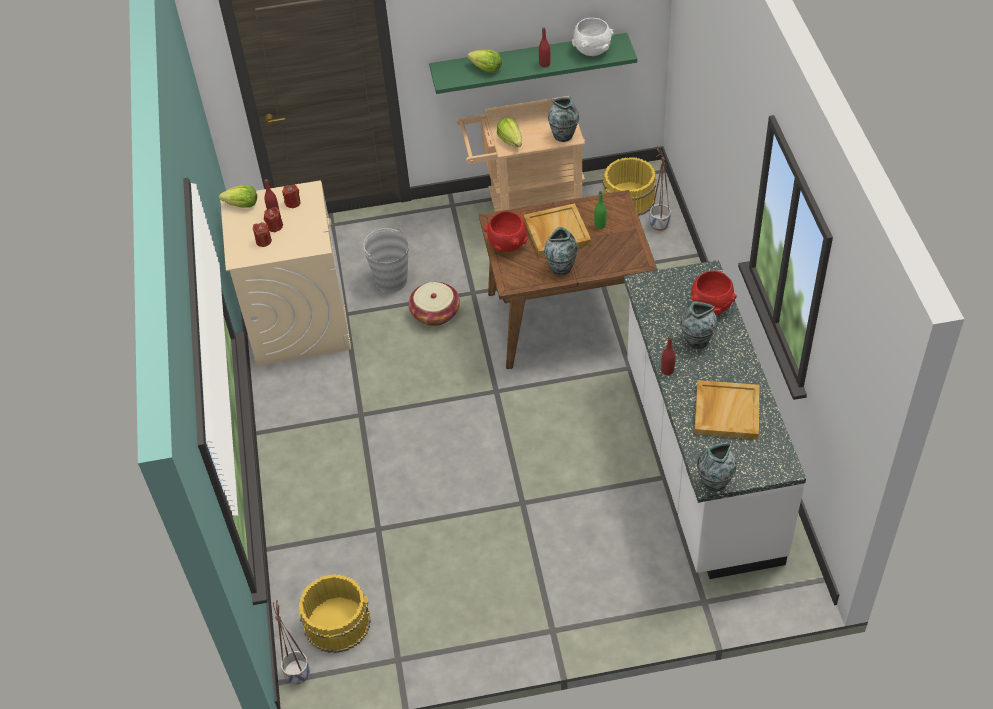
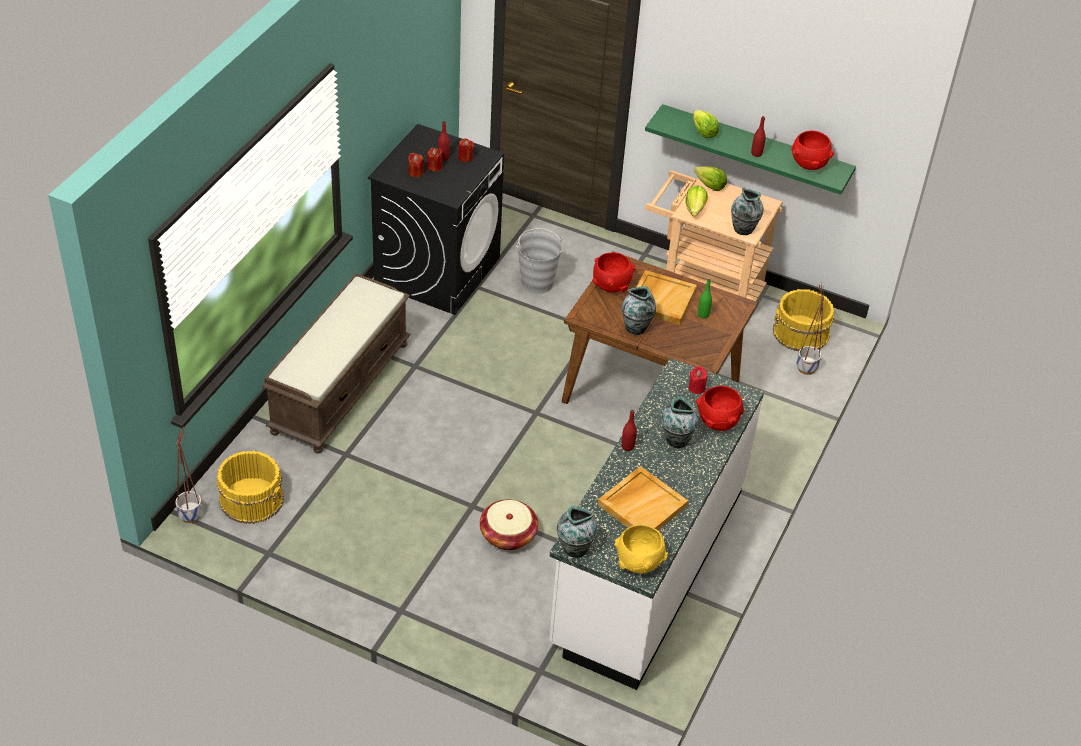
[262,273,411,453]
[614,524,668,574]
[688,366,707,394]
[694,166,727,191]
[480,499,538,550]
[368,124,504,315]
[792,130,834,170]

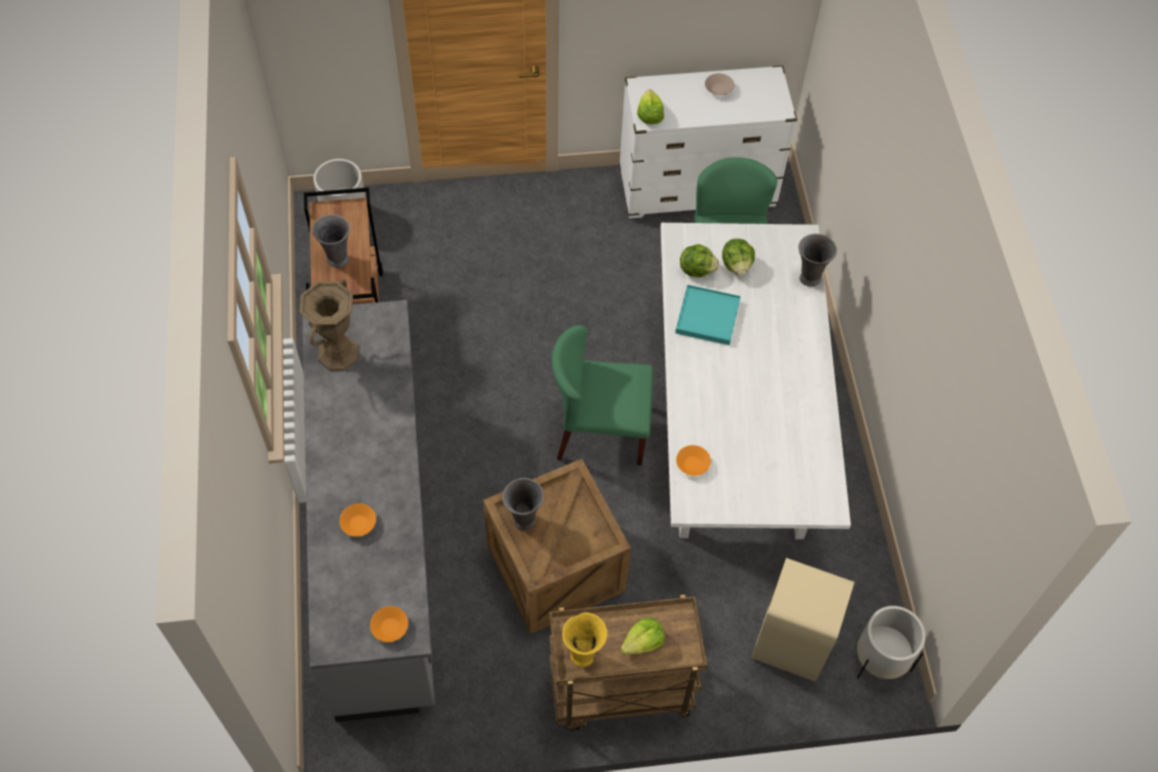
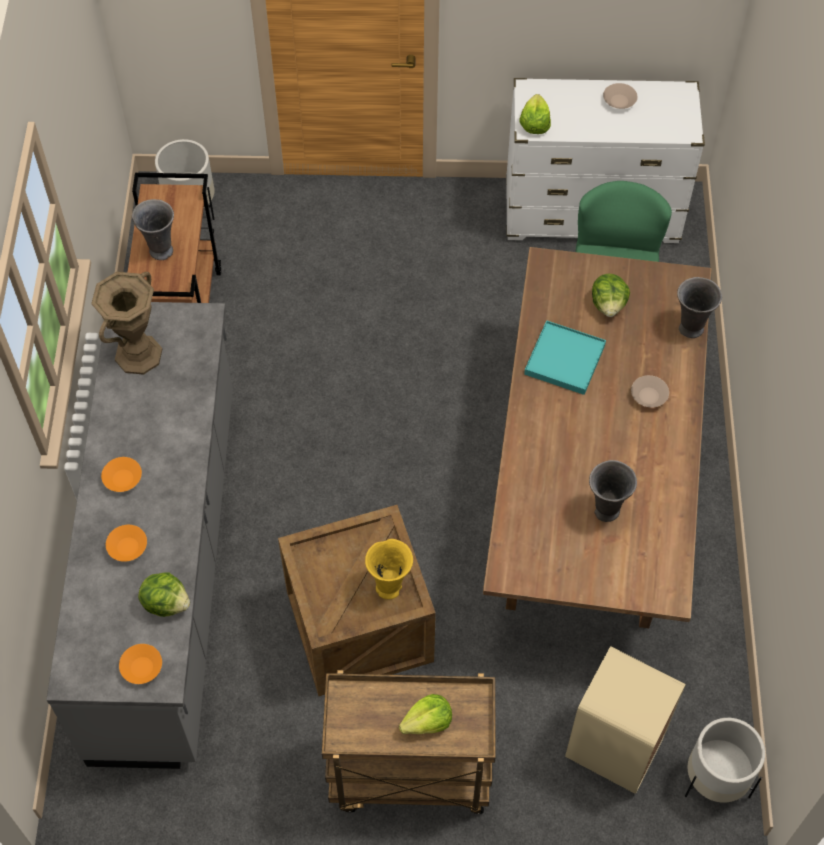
[552,325,653,465] (first image)
[631,375,669,408]
[589,460,637,522]
[365,539,413,600]
[101,457,142,492]
[138,573,190,617]
[483,247,711,628]

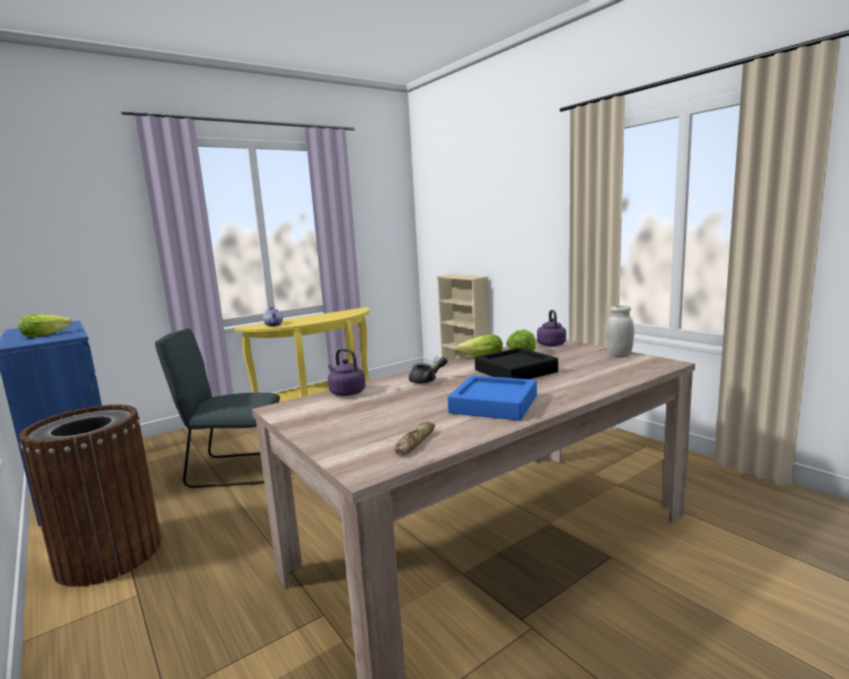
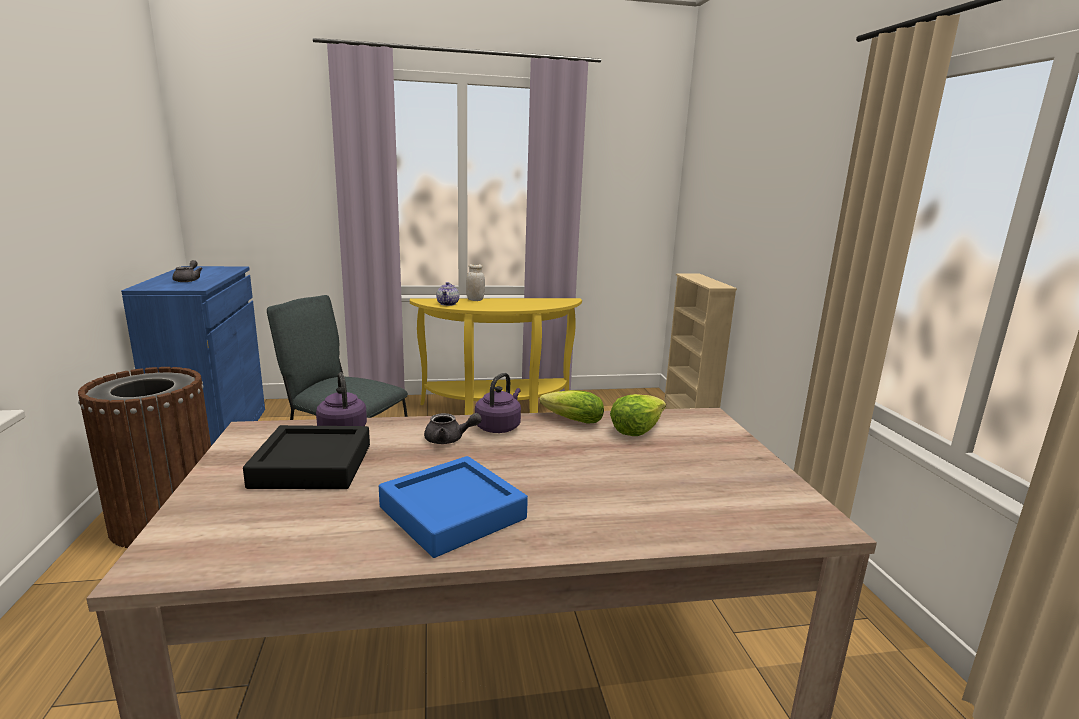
[394,422,435,455] (first image)
[243,425,370,489]
[475,373,521,433]
[466,264,485,301]
[172,260,203,282]

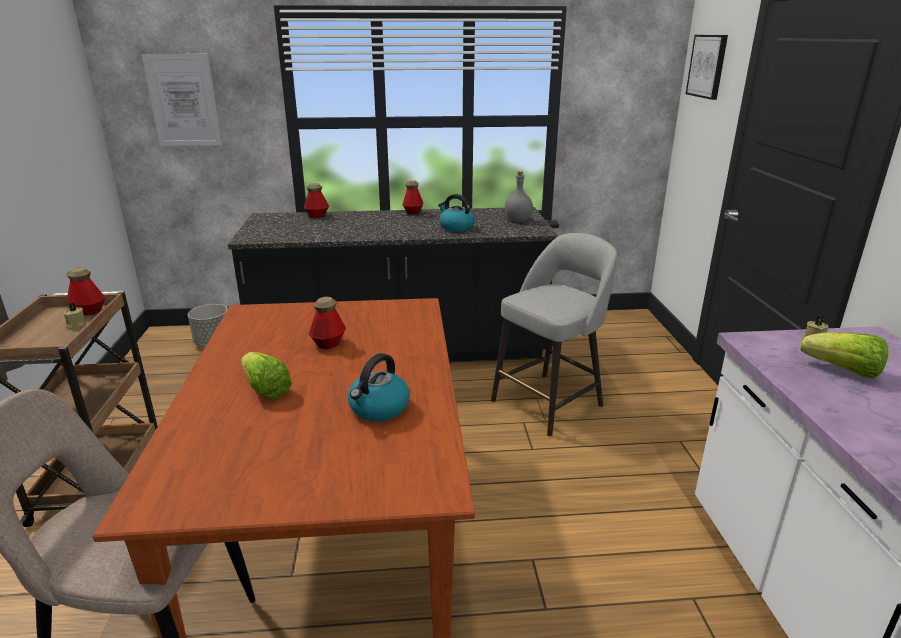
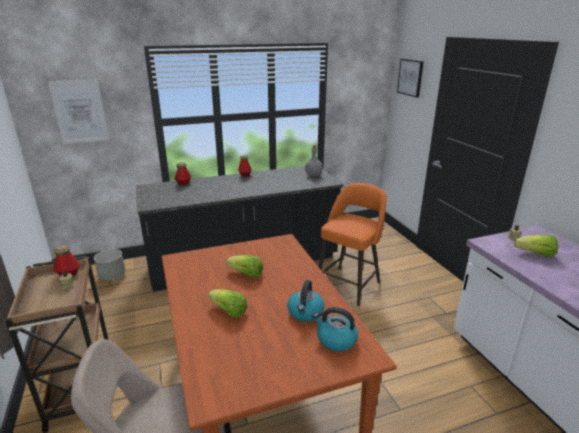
[313,307,358,351]
[226,255,263,278]
[319,183,387,306]

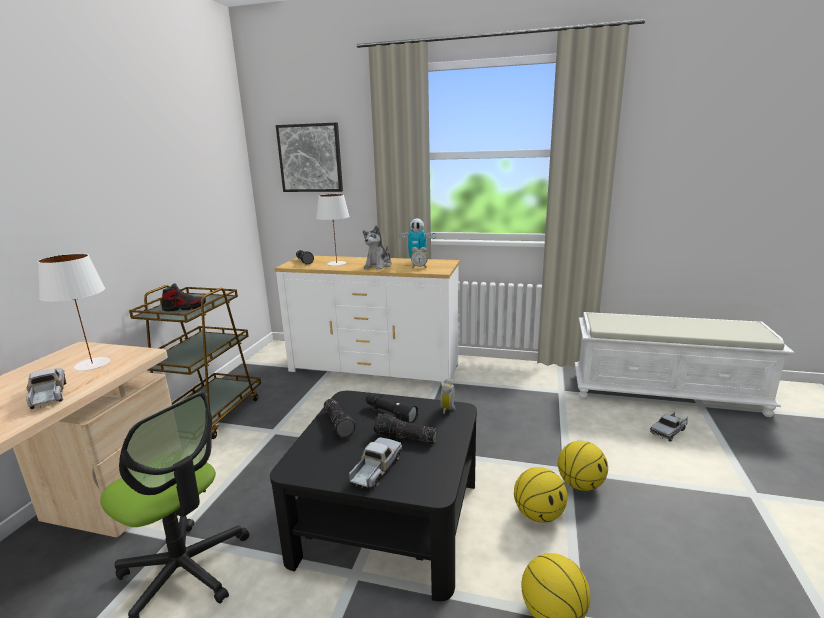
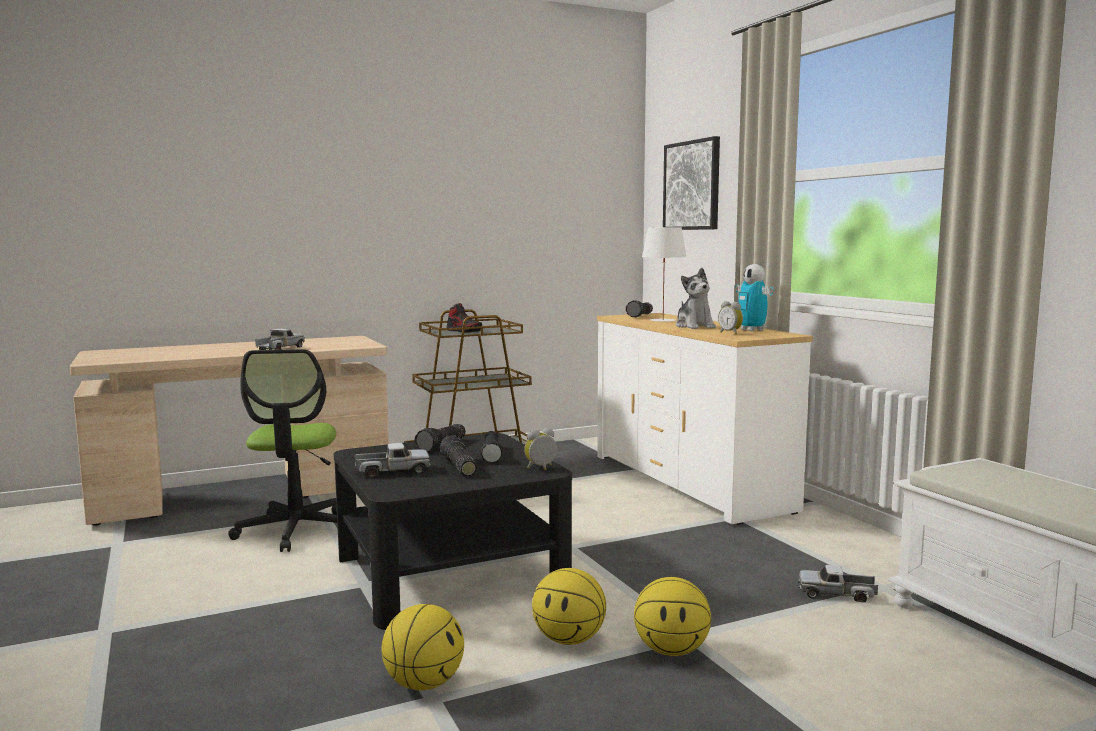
[38,253,110,371] (first image)
[798,565,878,602]
[676,268,716,329]

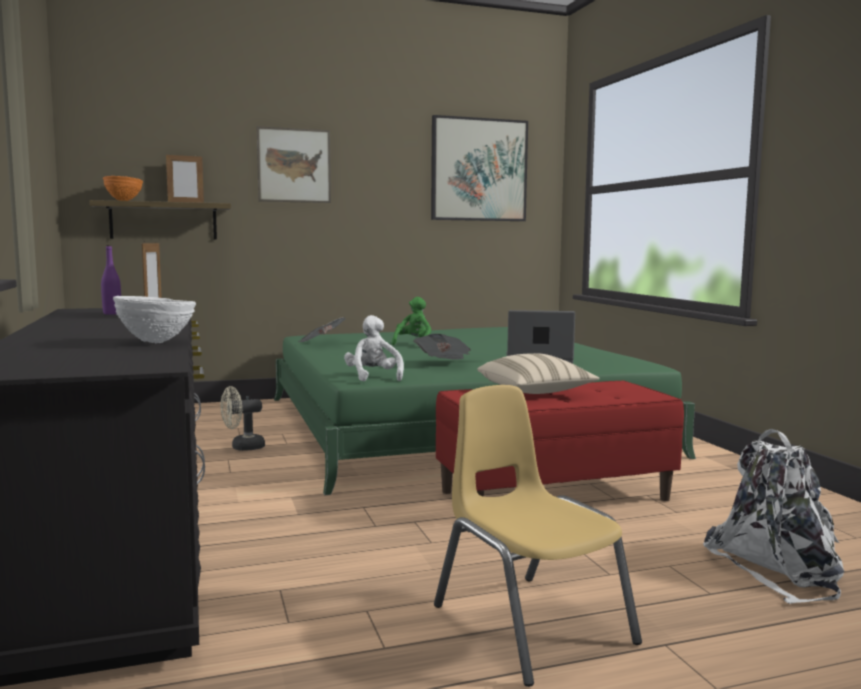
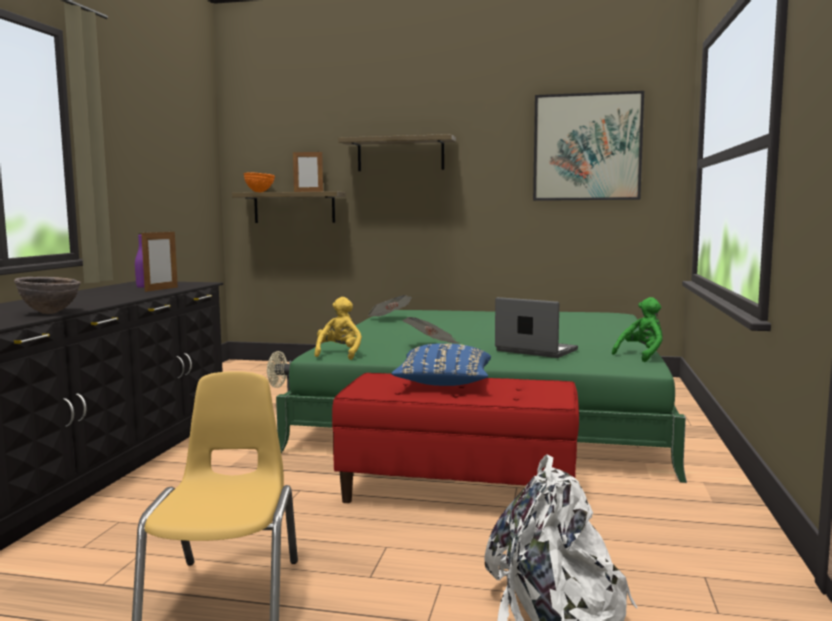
[612,297,663,362]
[338,134,456,171]
[14,277,81,314]
[314,297,362,360]
[392,343,491,386]

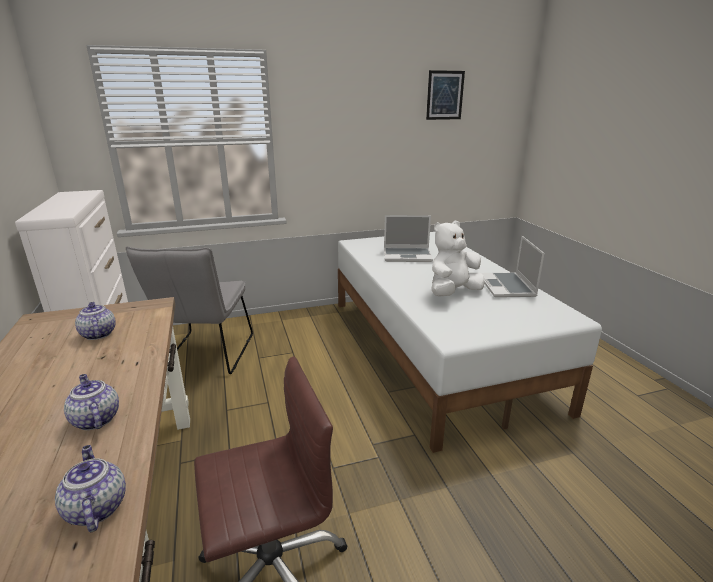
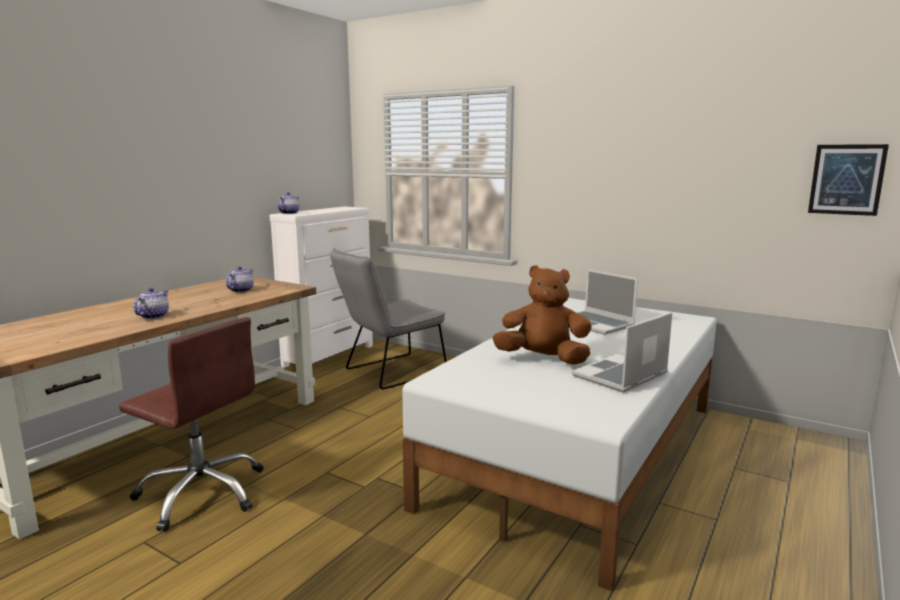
[277,192,300,214]
[808,144,889,216]
[492,265,592,365]

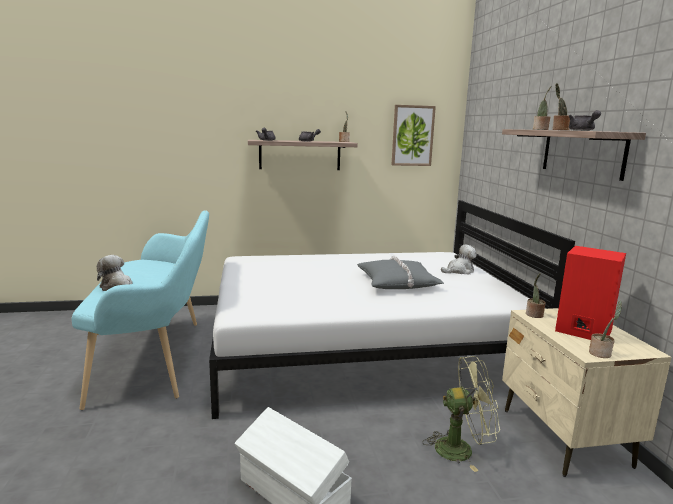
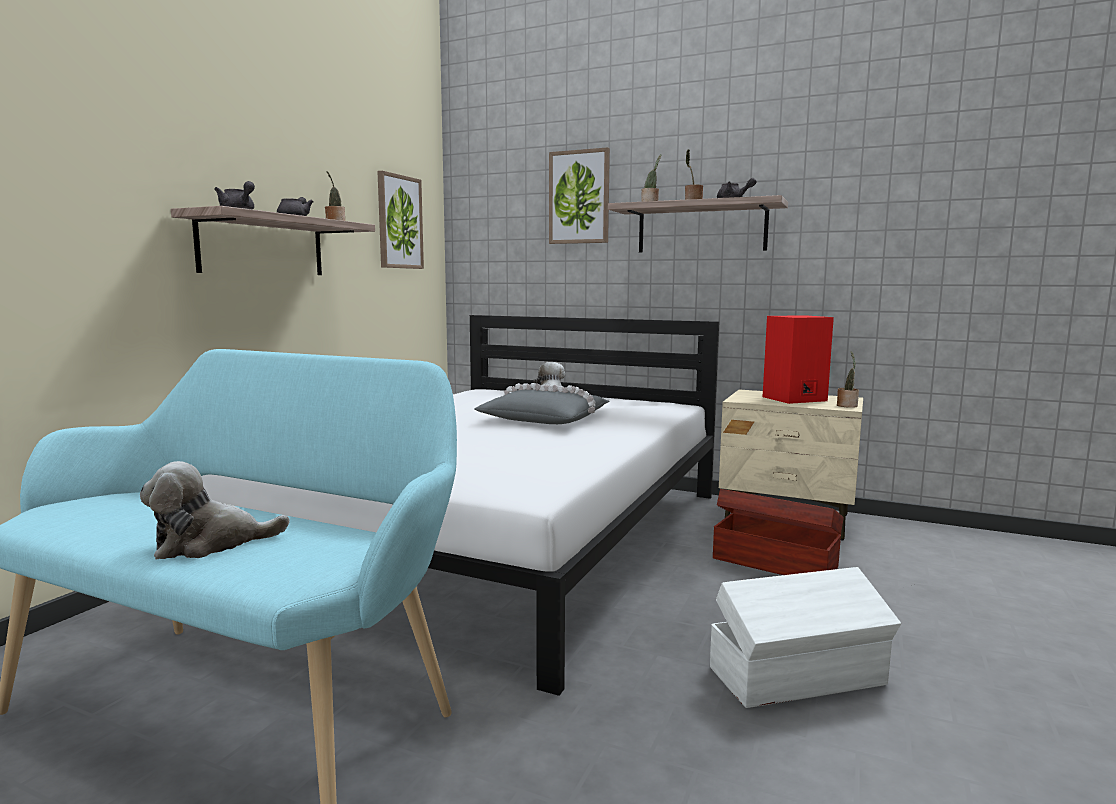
[526,273,546,318] (first image)
[549,147,610,244]
[713,489,844,575]

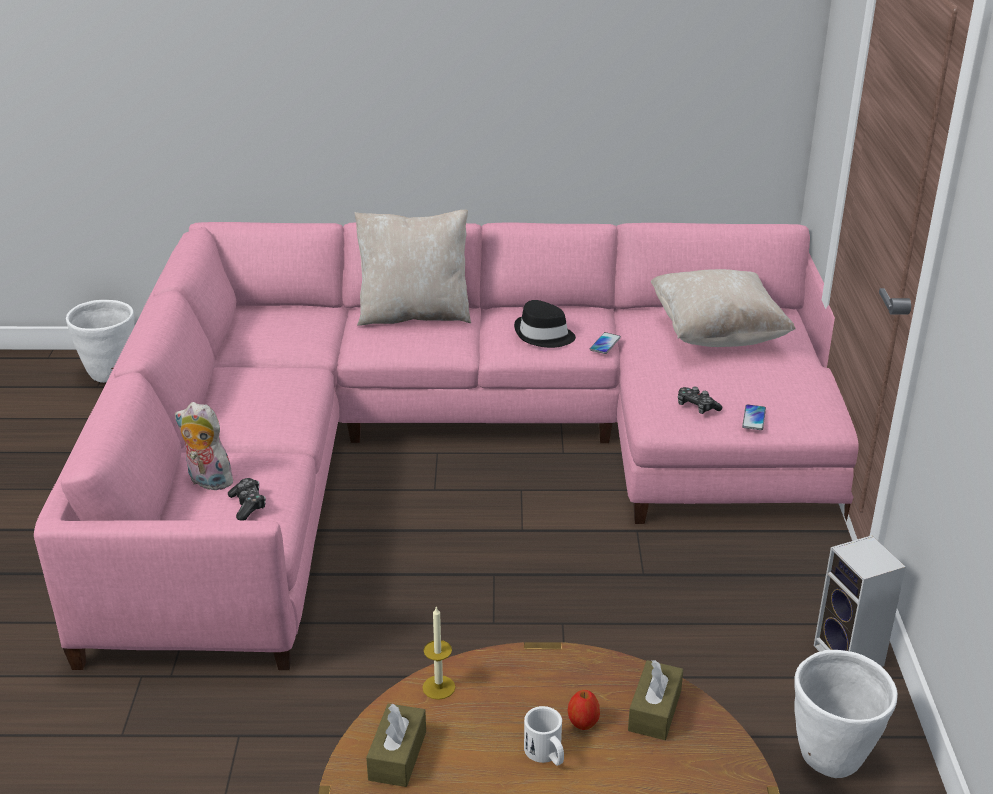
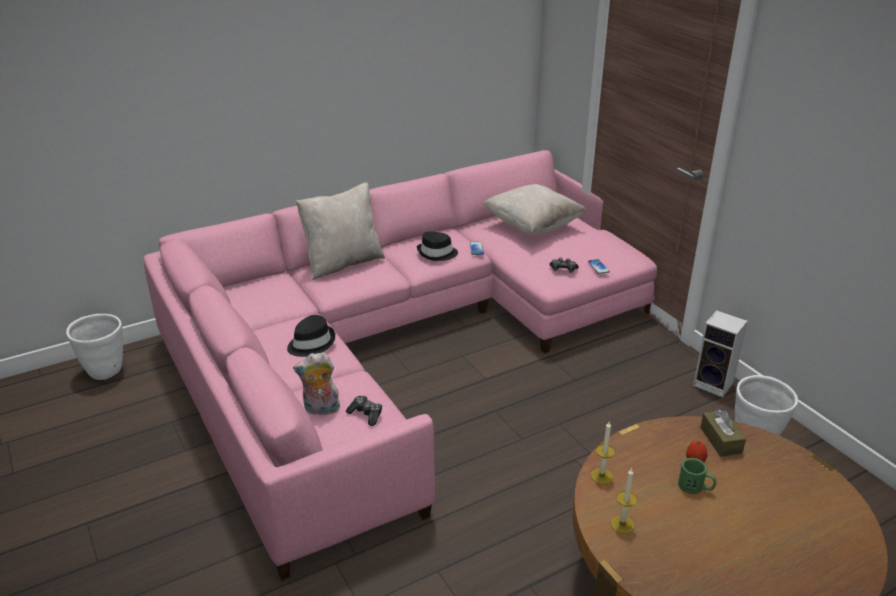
[287,315,335,357]
[611,468,637,534]
[678,458,716,494]

